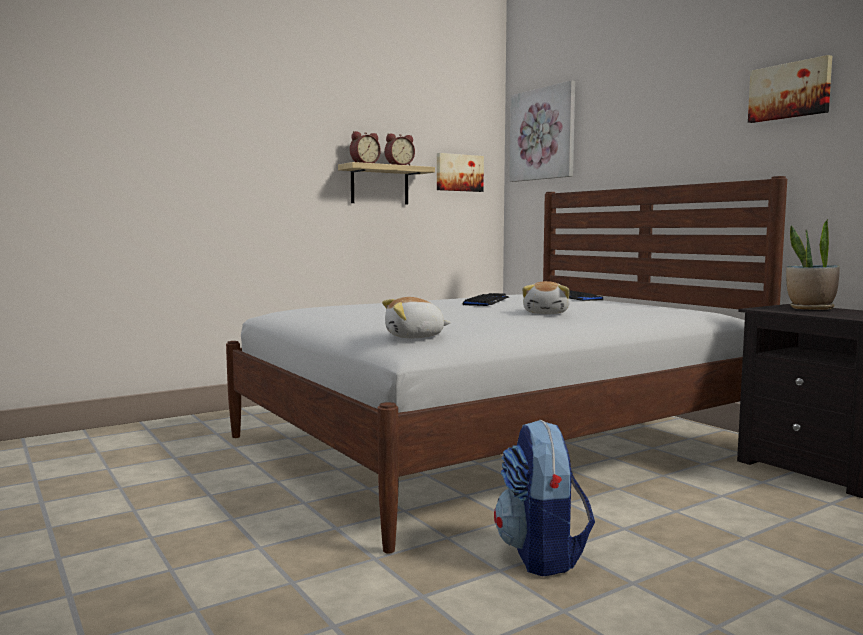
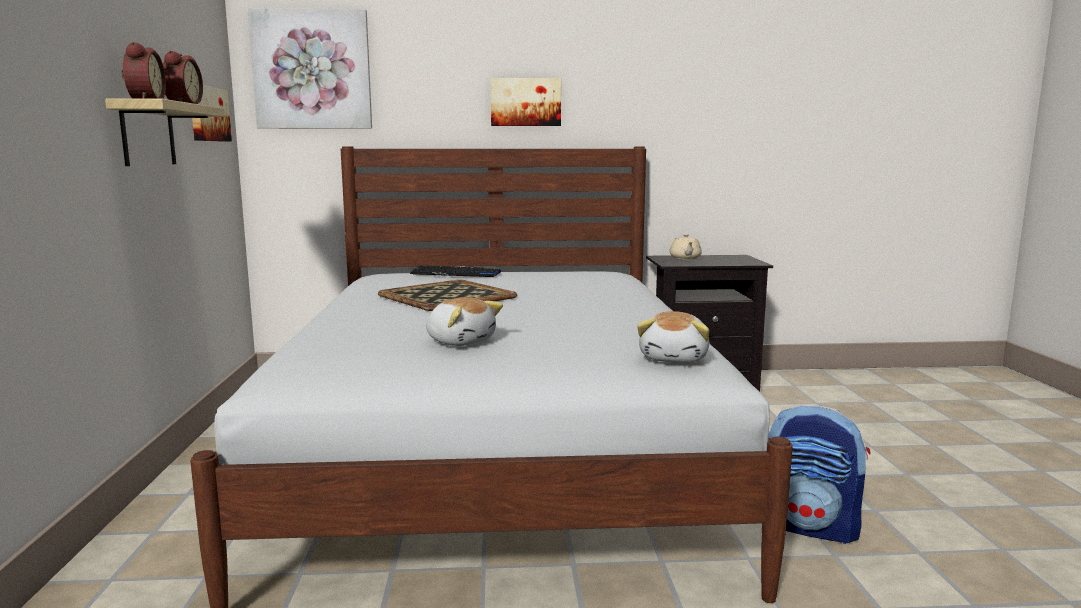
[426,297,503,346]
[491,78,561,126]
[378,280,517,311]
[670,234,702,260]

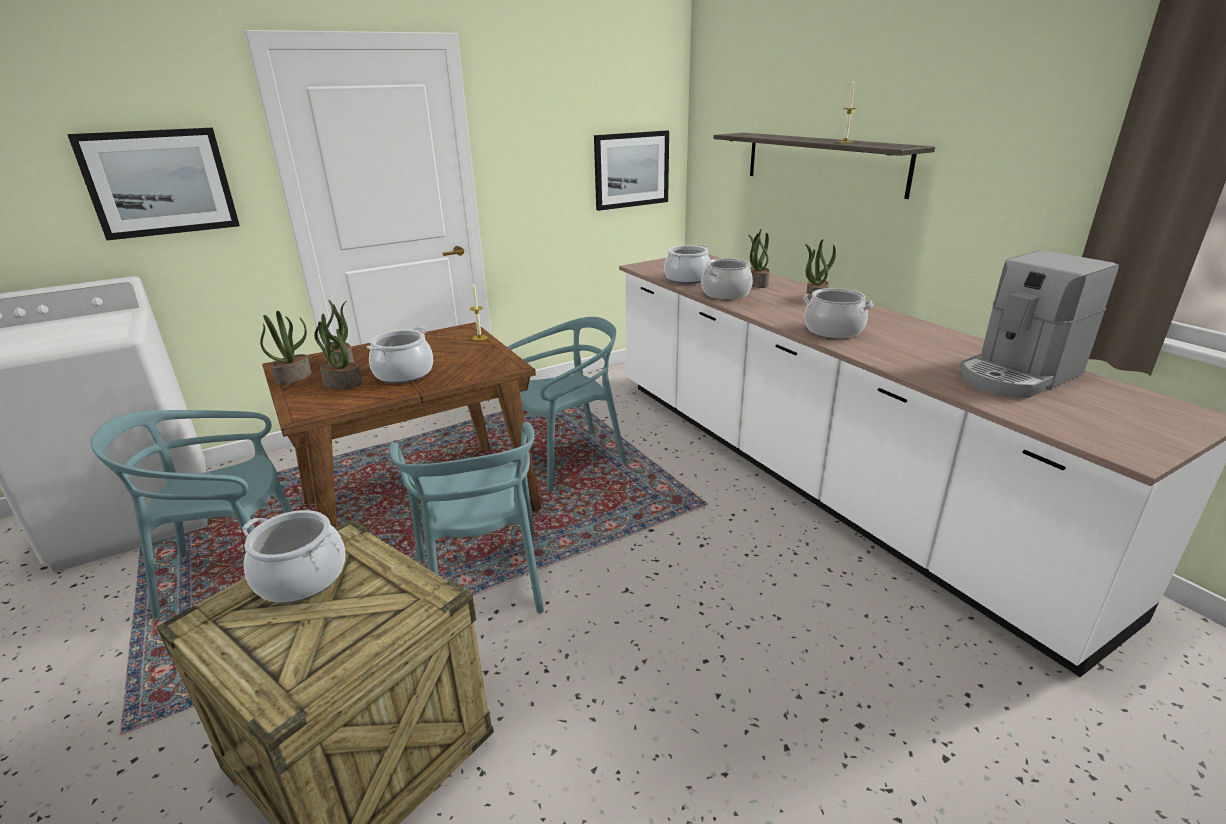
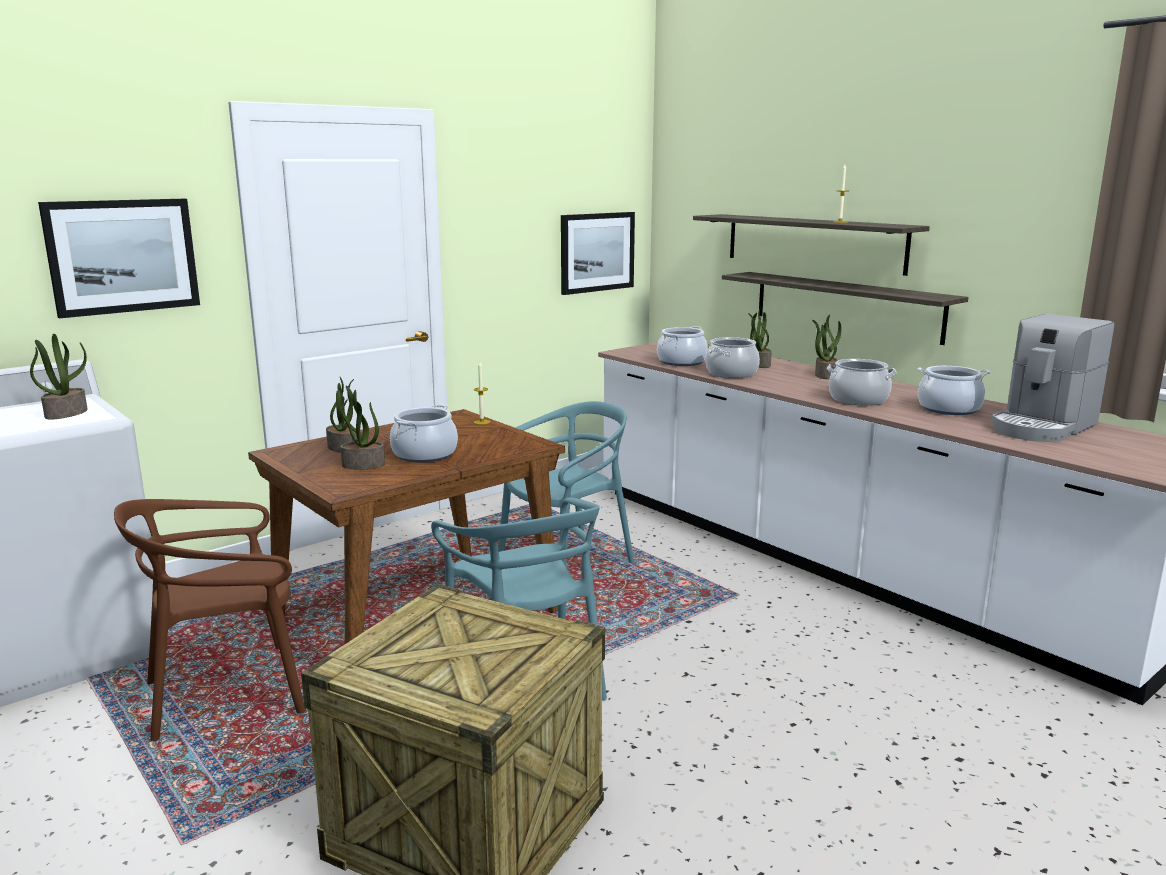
[722,272,968,345]
[918,366,991,415]
[30,334,87,419]
[114,499,306,741]

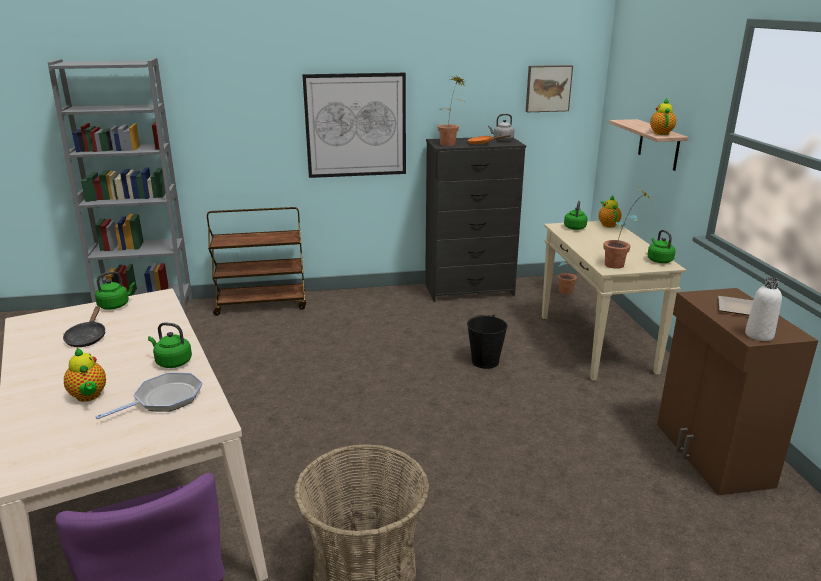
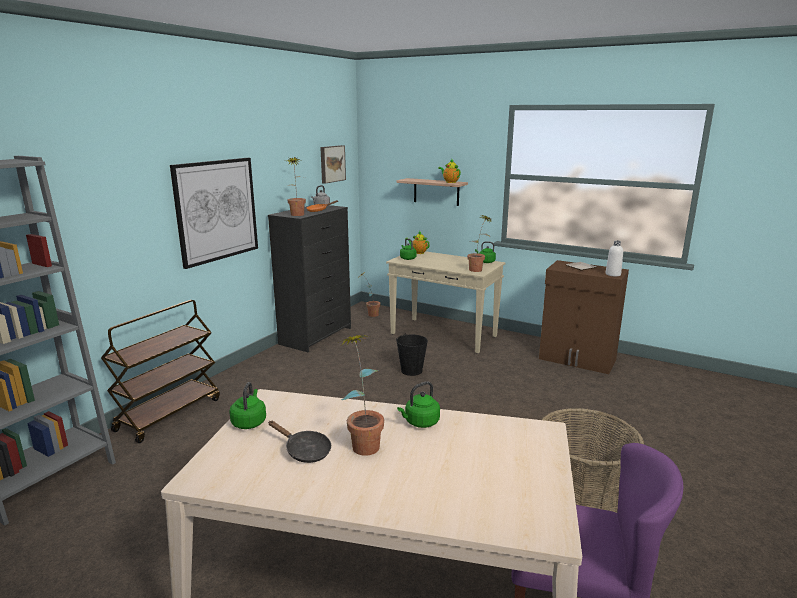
[64,348,106,402] (first image)
[96,373,202,419] (first image)
[337,334,384,456]

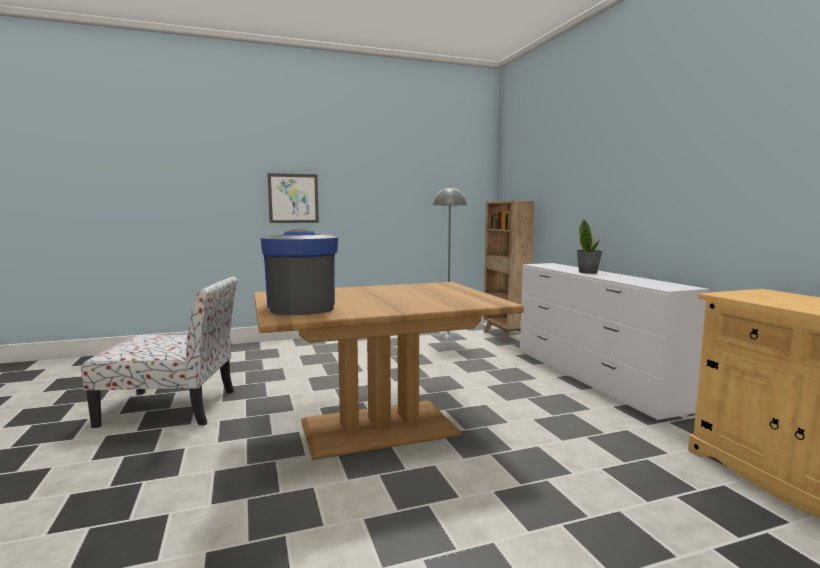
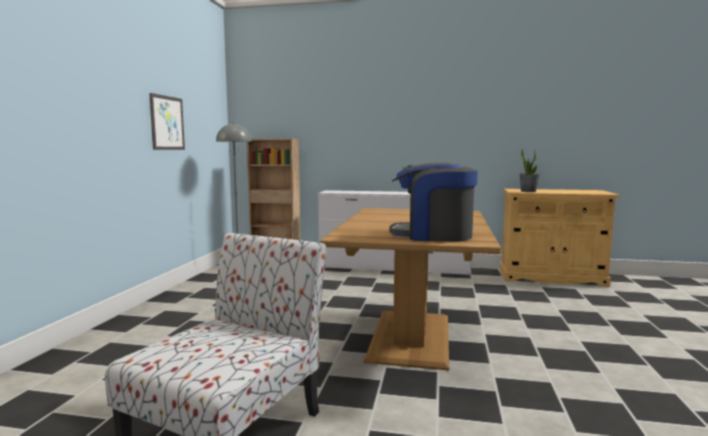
[149,93,185,150]
[520,149,540,192]

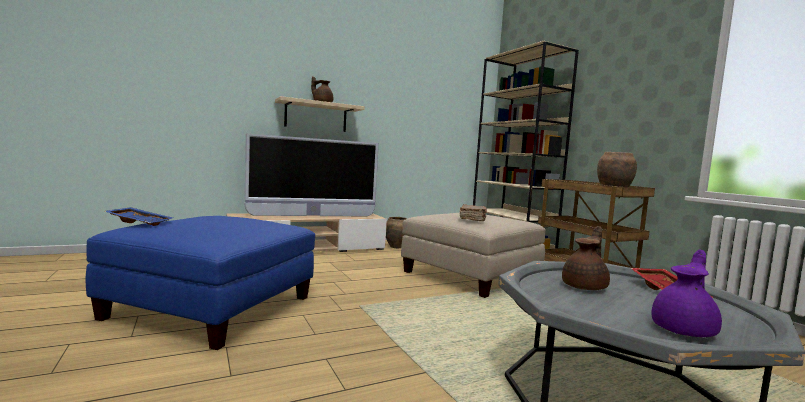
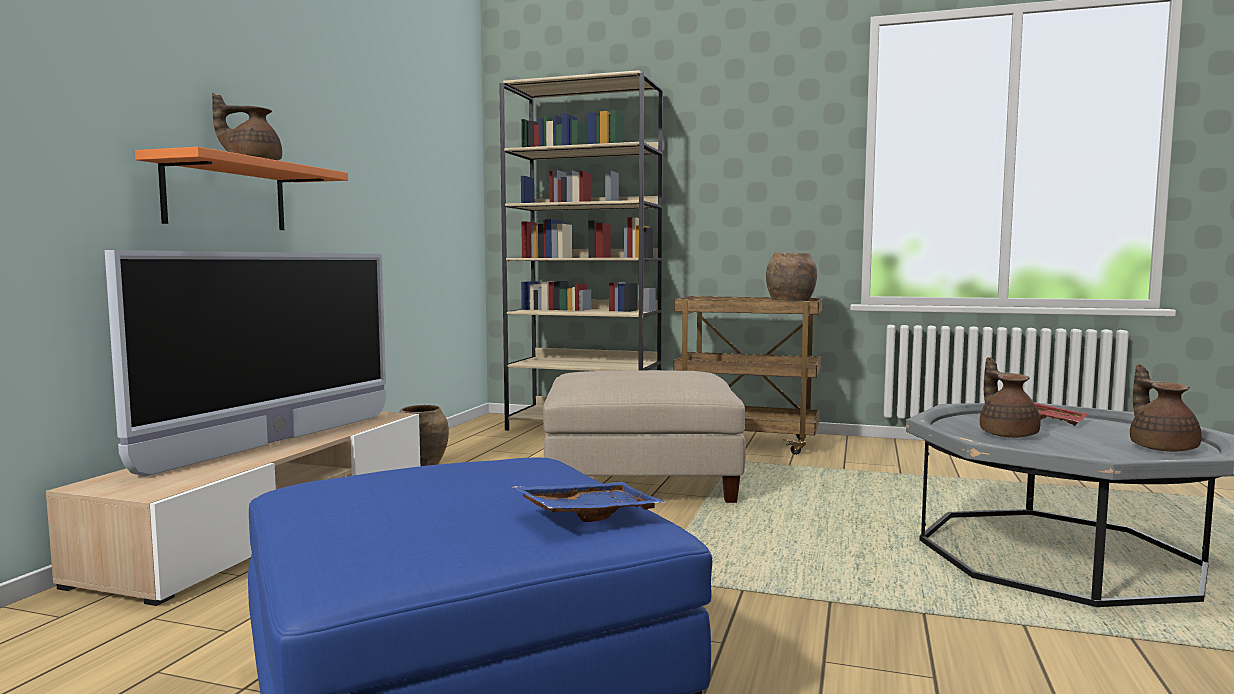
[460,204,487,221] (first image)
[511,482,667,522]
[135,147,348,230]
[1130,364,1202,452]

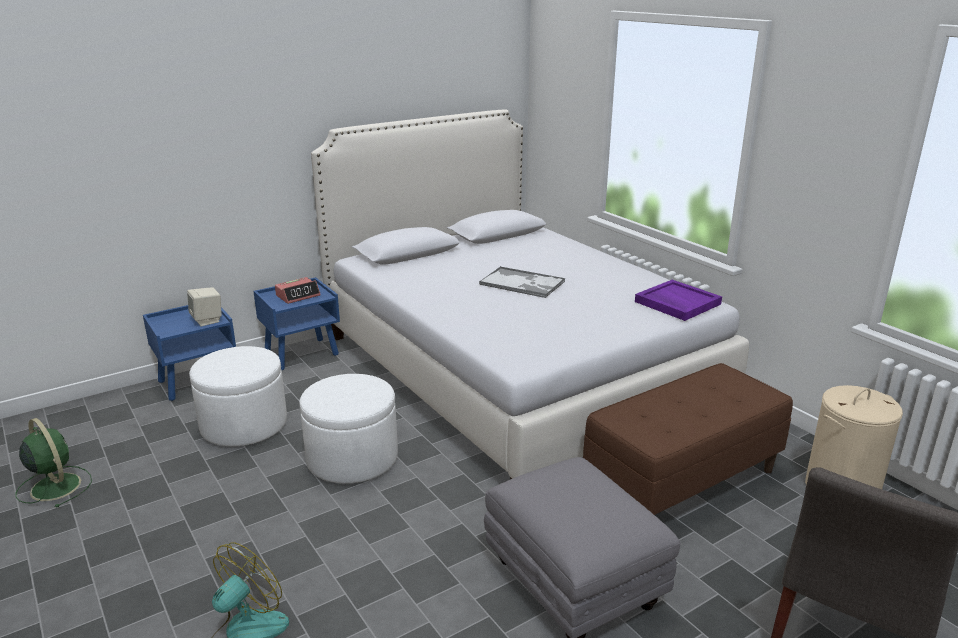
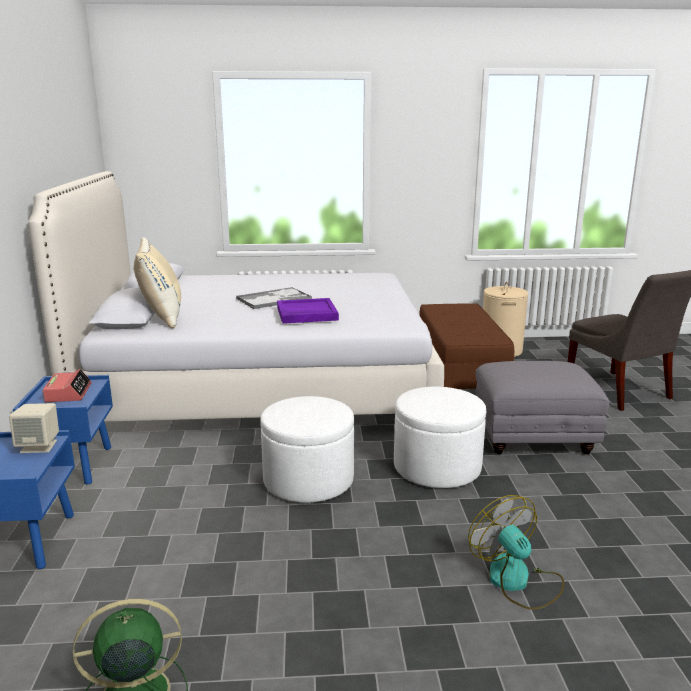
[133,237,181,328]
[394,387,486,488]
[277,298,339,324]

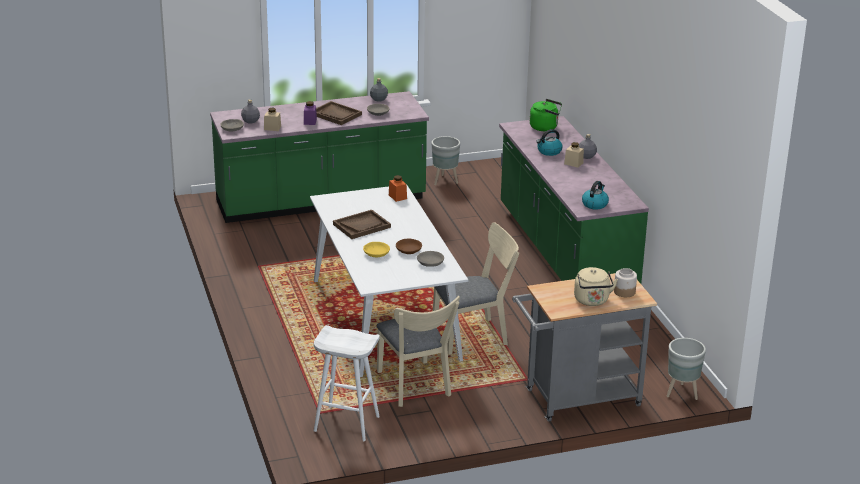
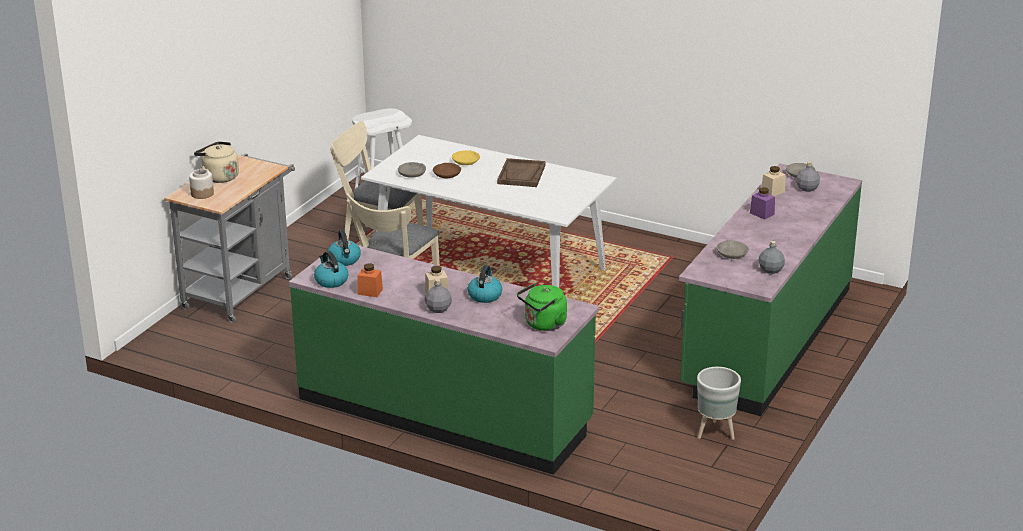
[316,101,362,125] (first image)
[666,338,706,400] (first image)
[314,251,348,288]
[357,263,383,297]

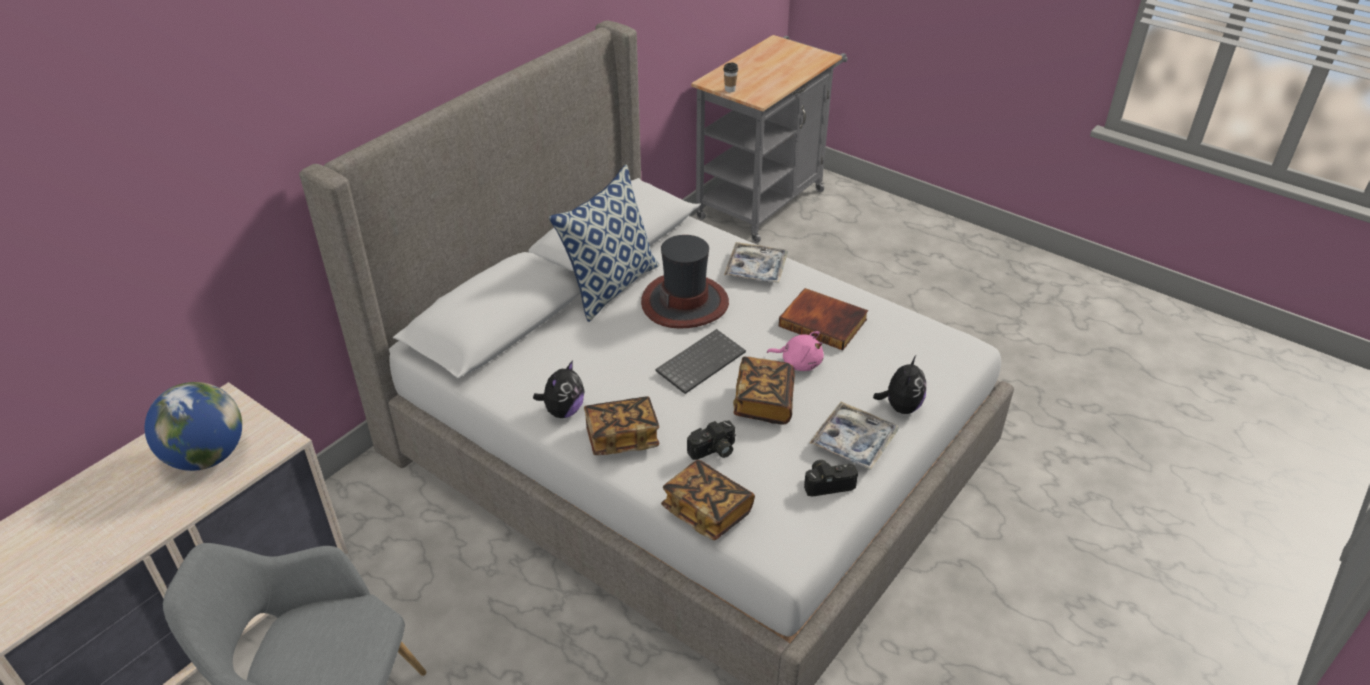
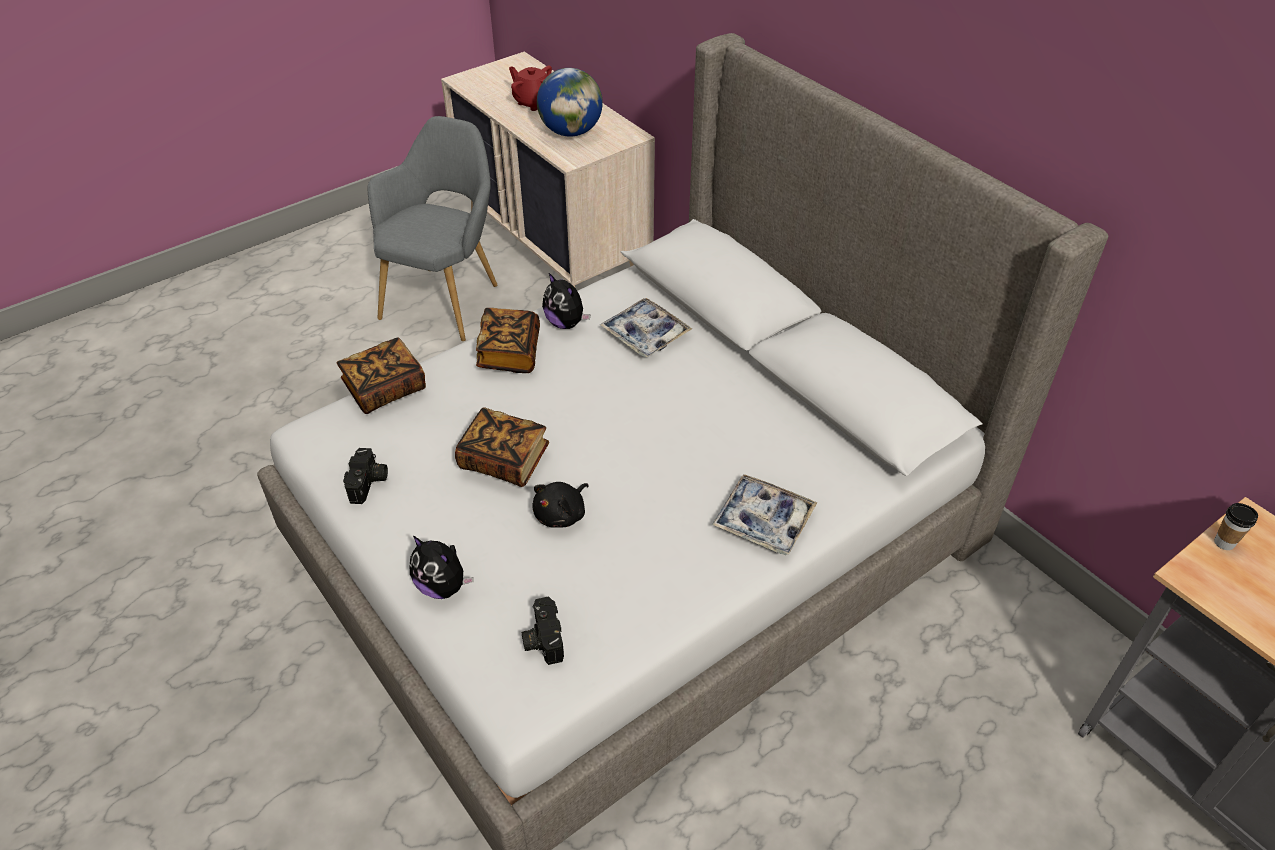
[549,164,659,322] (first image)
[641,235,729,329] (first image)
[656,329,746,394] (first image)
[779,288,868,350] (first image)
[509,66,552,111]
[521,596,564,665]
[600,298,692,357]
[532,482,589,528]

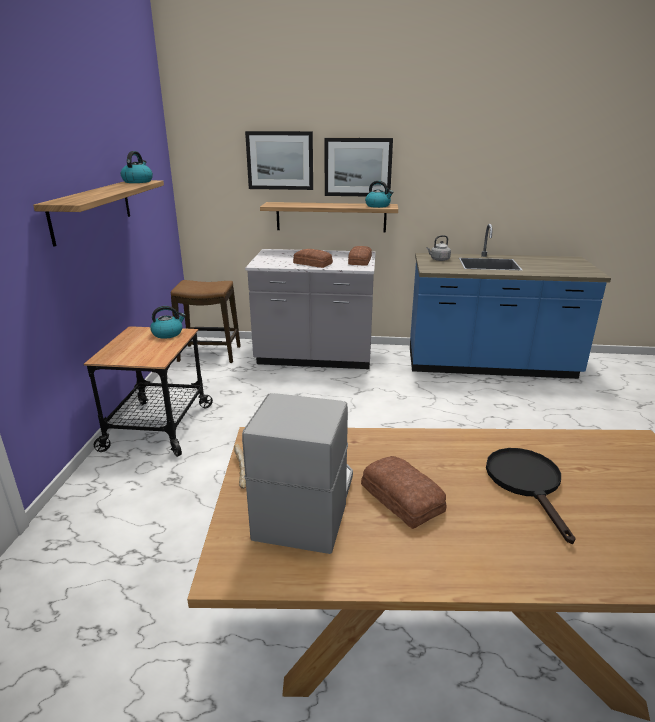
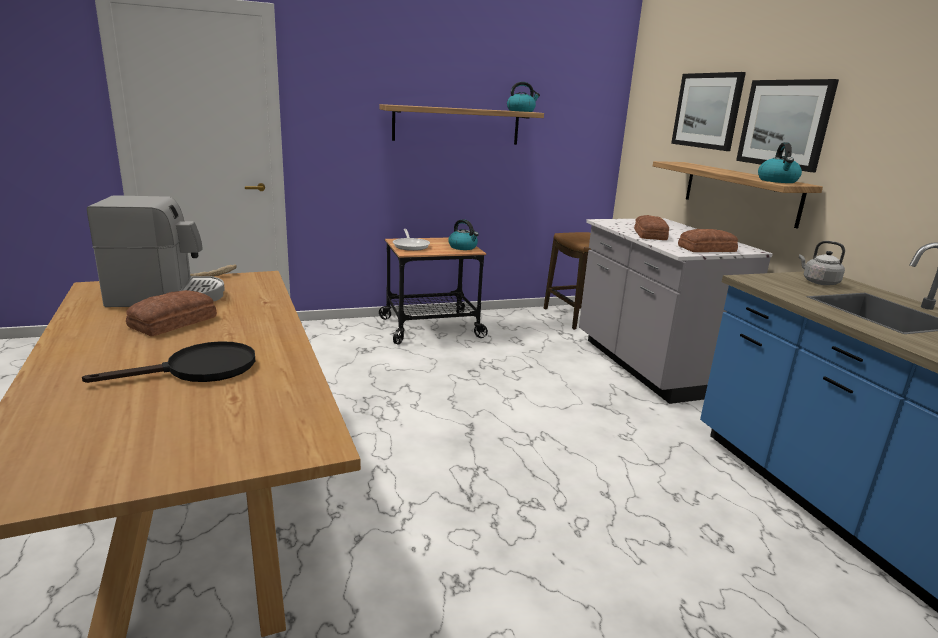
[393,229,430,251]

